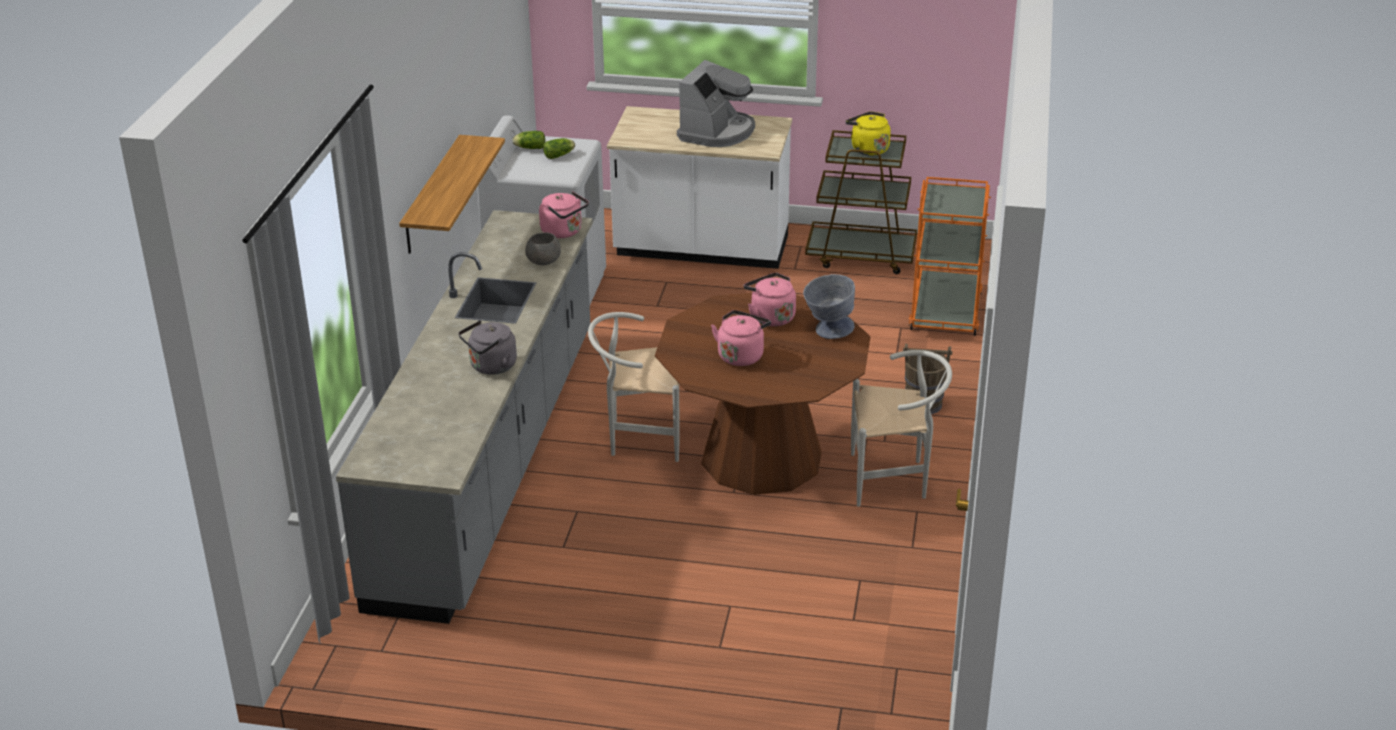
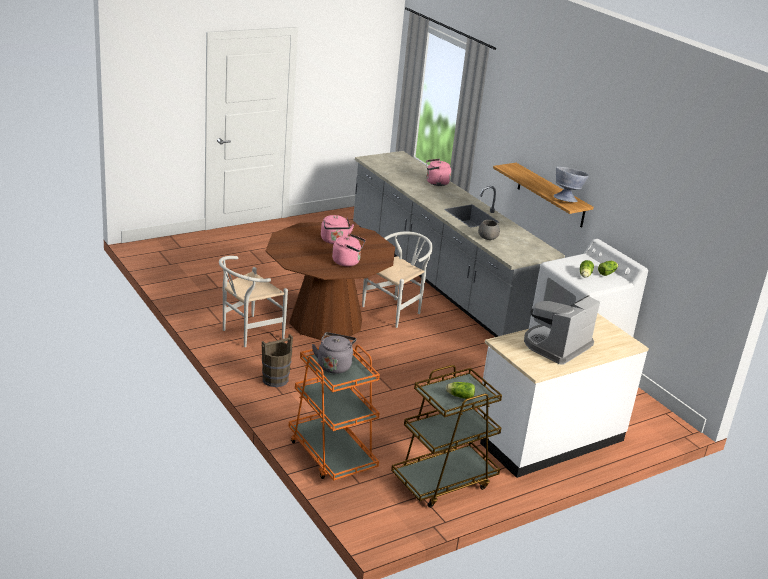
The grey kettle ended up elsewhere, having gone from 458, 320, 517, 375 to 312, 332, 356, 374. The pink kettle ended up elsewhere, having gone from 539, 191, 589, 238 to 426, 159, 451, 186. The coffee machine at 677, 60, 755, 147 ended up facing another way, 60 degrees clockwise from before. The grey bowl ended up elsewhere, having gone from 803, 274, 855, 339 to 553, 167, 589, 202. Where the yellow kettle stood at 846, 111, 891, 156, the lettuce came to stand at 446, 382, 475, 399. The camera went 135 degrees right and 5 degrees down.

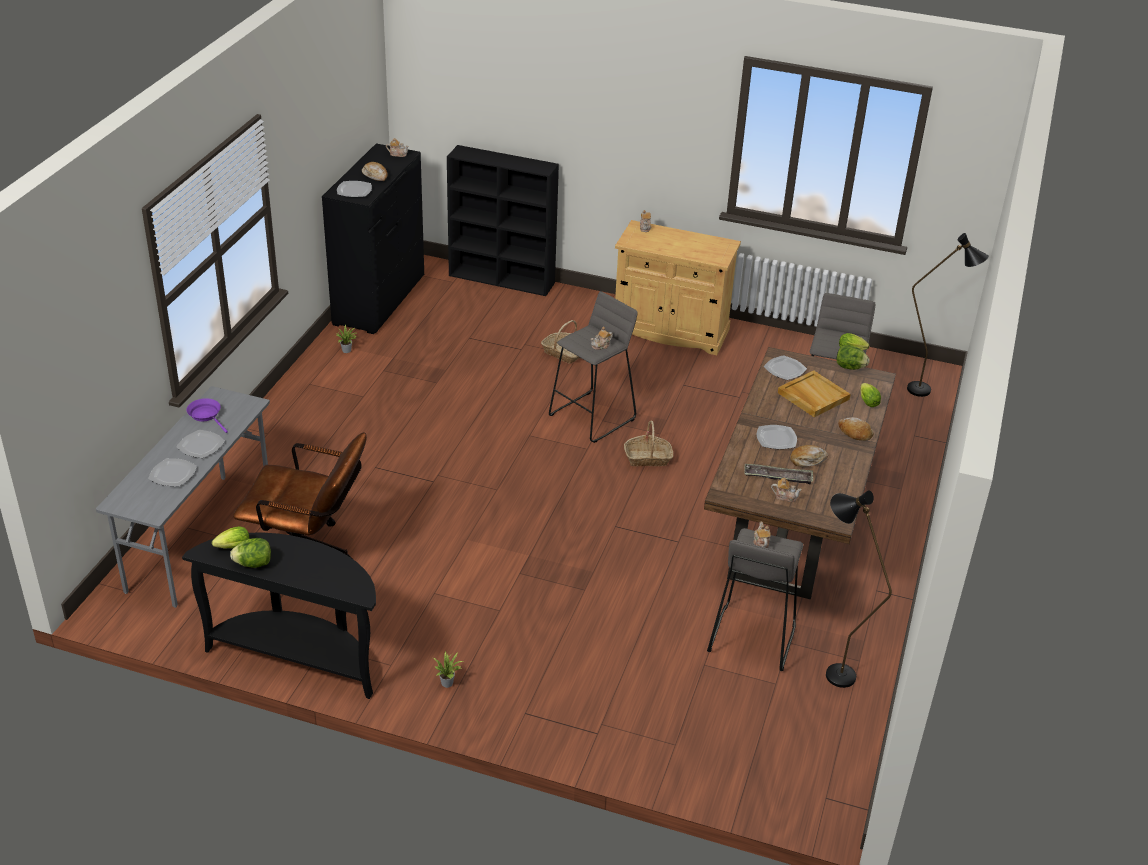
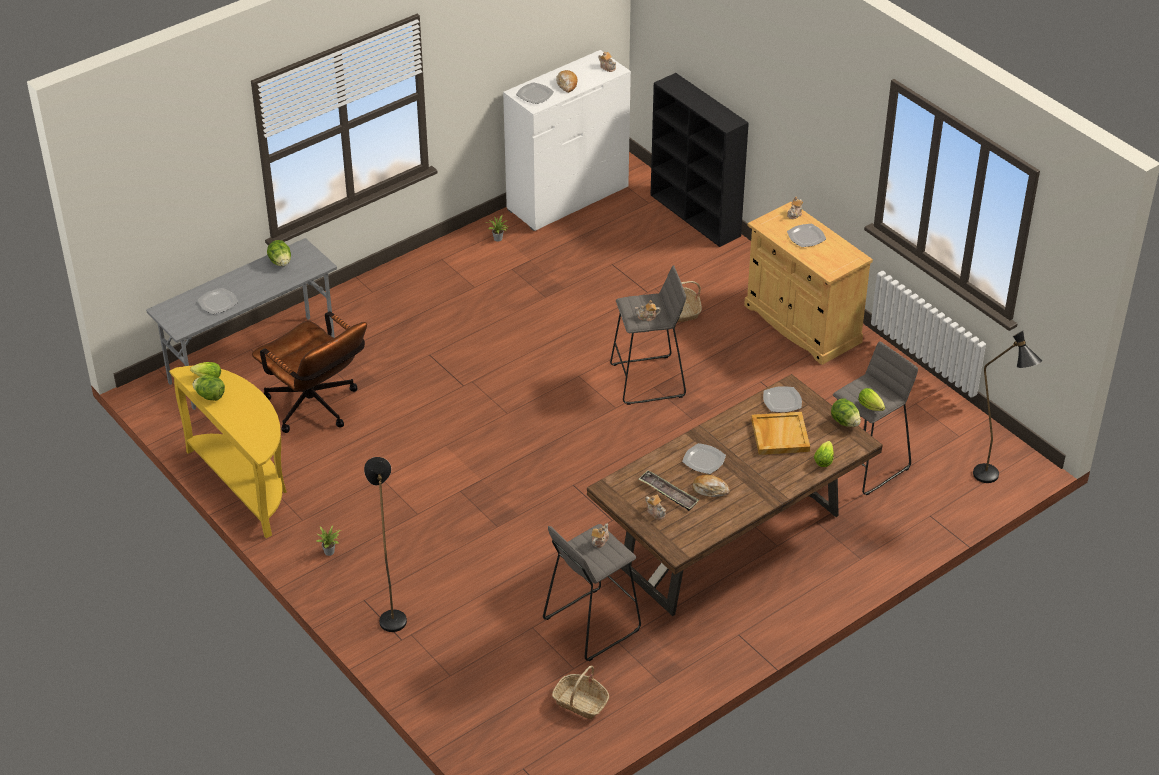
The plate ended up elsewhere, having gone from 176, 430, 225, 458 to 787, 224, 826, 247. What was the black console table at 182, 533, 376, 699 turned into the yellow console table at 169, 365, 287, 538. Where the purple frying pan stood at 186, 398, 228, 433, the lettuce came to stand at 267, 240, 291, 266. What was the black dresser at 322, 143, 424, 334 turned into the white dresser at 503, 50, 631, 231. The basket ended up elsewhere, having gone from 624, 421, 673, 467 to 552, 665, 609, 719. The black floor lamp ended up elsewhere, having gone from 826, 490, 892, 688 to 364, 457, 407, 632. The second view lost the bread at 838, 417, 873, 441. The camera went 35 degrees right and 5 degrees up.

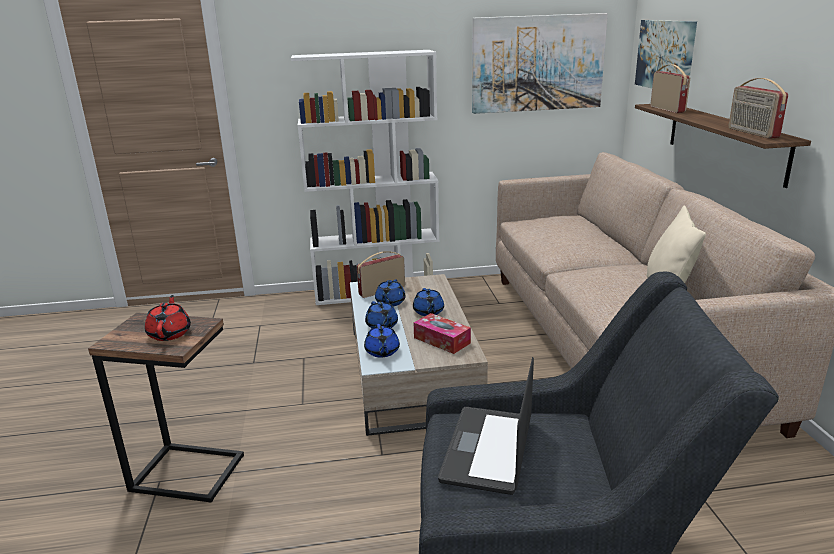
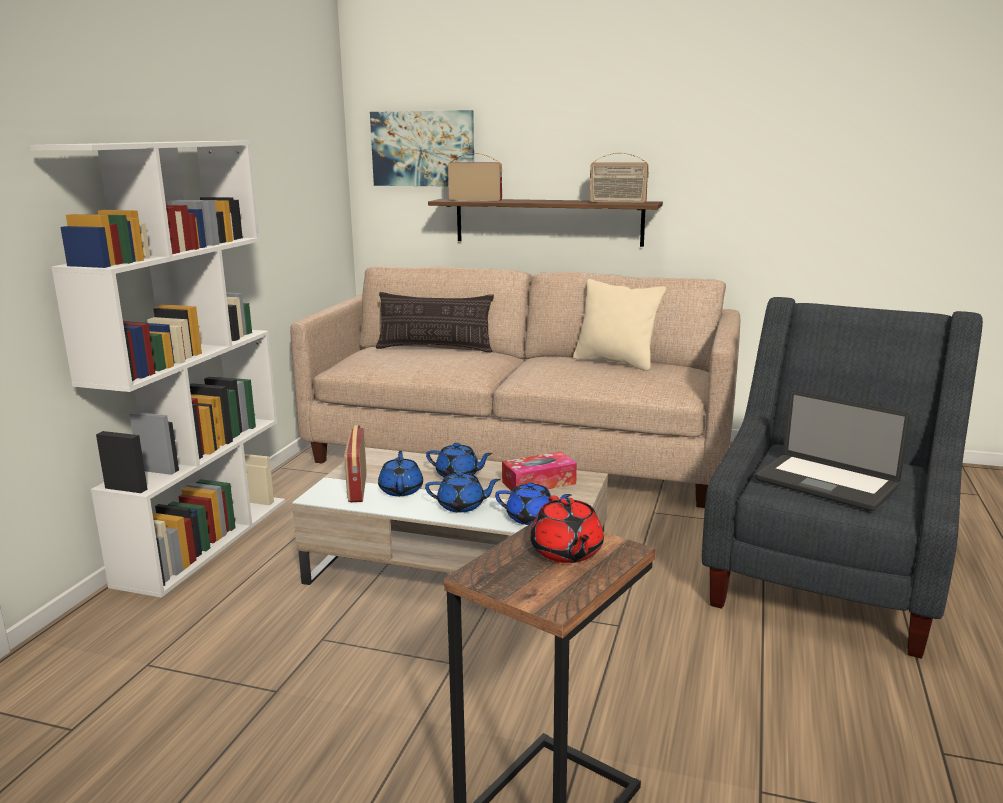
The red teapot at 145, 295, 191, 341 ended up facing another way, 120 degrees counterclockwise from before. The blue teapot at 375, 279, 405, 307 ended up facing another way, 135 degrees counterclockwise from before. The second view lost the picture at 472, 13, 608, 114. The second view gained the pillow at 376, 292, 494, 352. The camera went 65 degrees left and 5 degrees down.

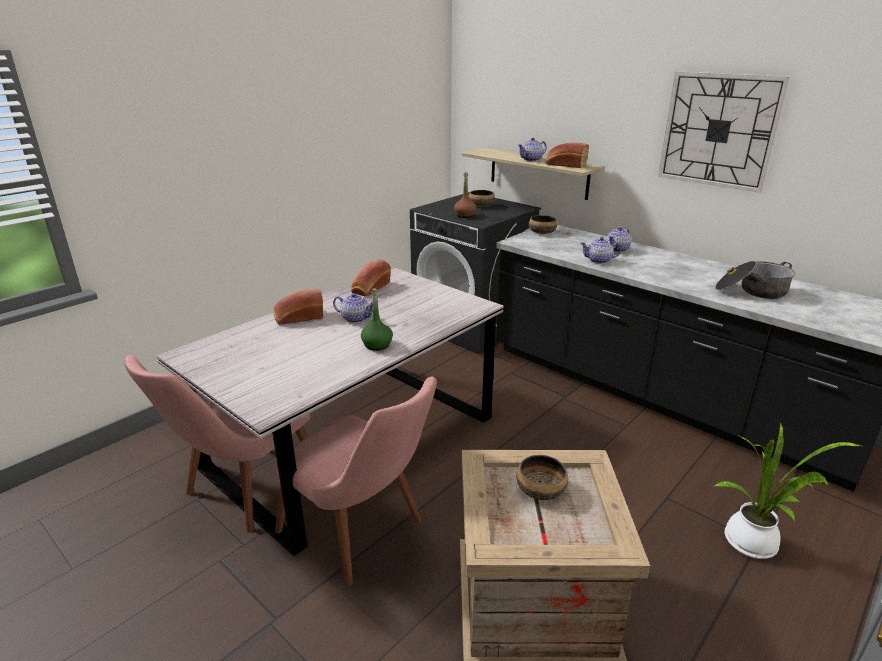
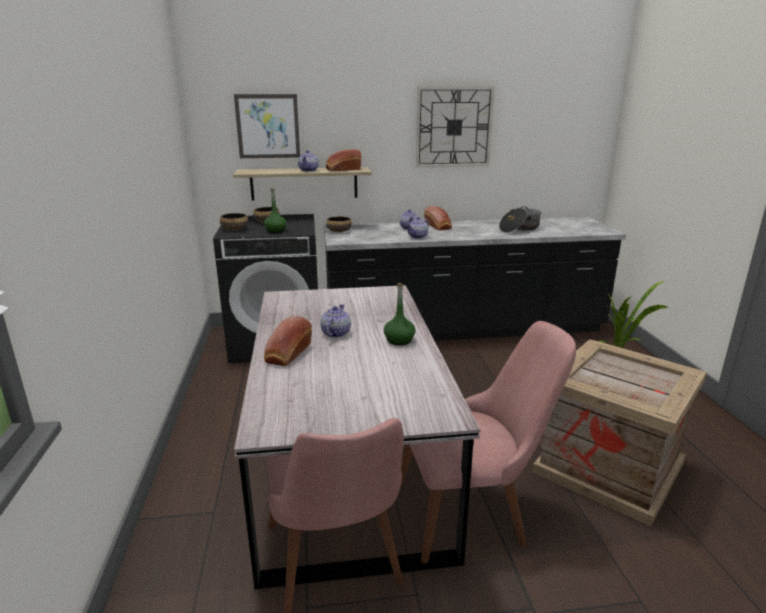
The teapot at 333, 293, 372, 323 ended up facing another way, 45 degrees counterclockwise from before. The bread ended up elsewhere, having gone from 351, 259, 391, 296 to 424, 206, 452, 230. What was the brown bottle at 454, 172, 476, 218 turned into the green bottle at 264, 188, 287, 233. The bowl ended up elsewhere, having gone from 516, 455, 568, 500 to 220, 213, 248, 230. The second view gained the picture at 234, 94, 300, 158. The camera went 50 degrees left and 5 degrees down.

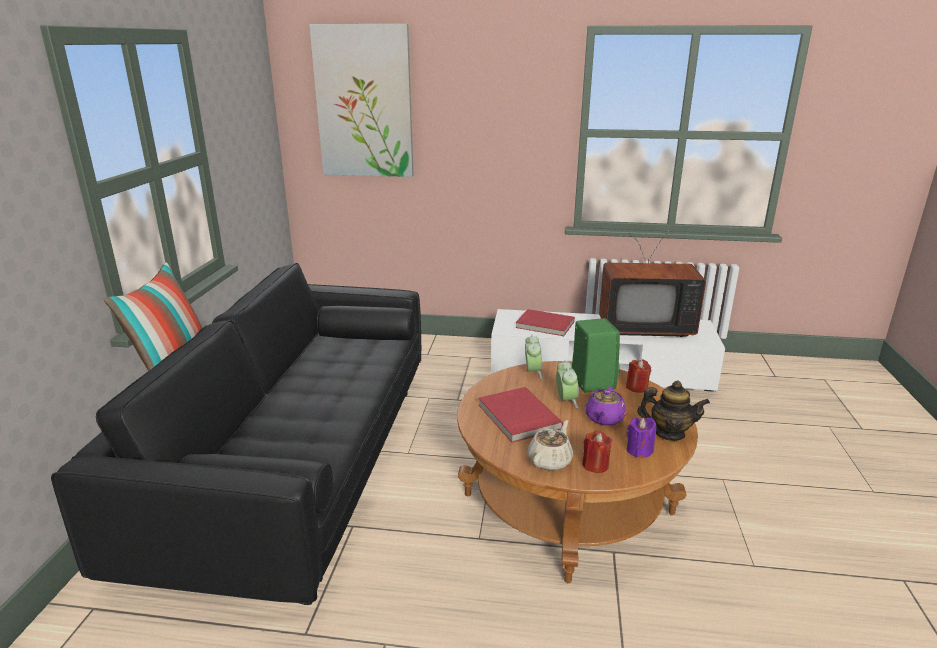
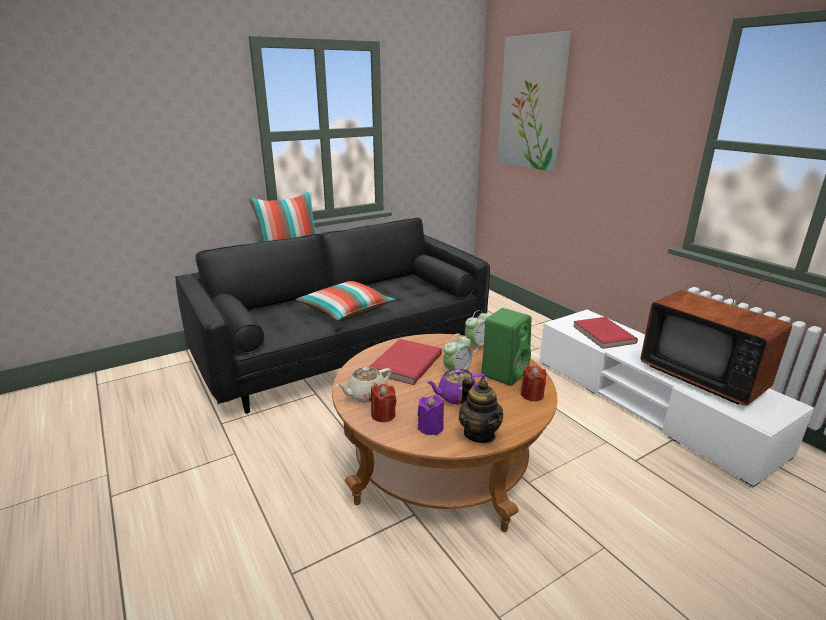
The beige teapot at 528, 420, 573, 471 ended up facing another way, 150 degrees clockwise from before. The second view gained the pillow at 296, 281, 395, 321. The camera went 50 degrees right and 0 degrees up.

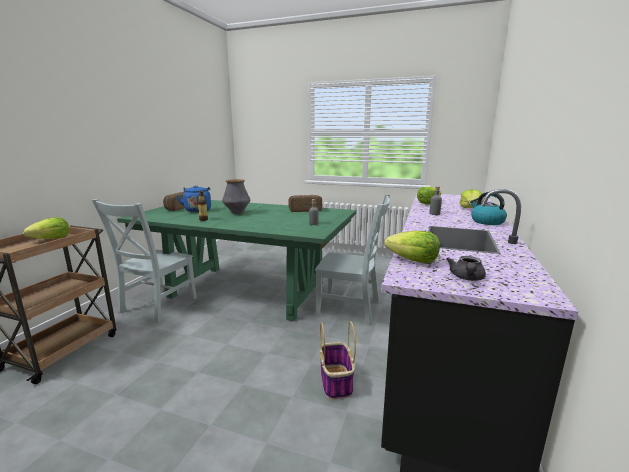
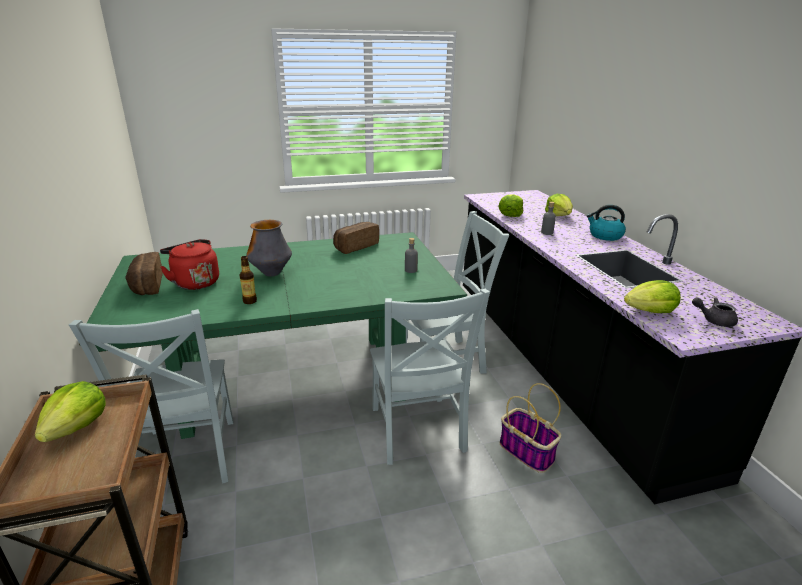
What was the blue kettle at 177, 185, 211, 212 turned into the red kettle at 160, 239, 219, 290. The grey teapot at 446, 256, 486, 281 ended up facing another way, 120 degrees clockwise from before. The second view gained the grey chair at 370, 289, 490, 465. The camera went 35 degrees left and 10 degrees up.

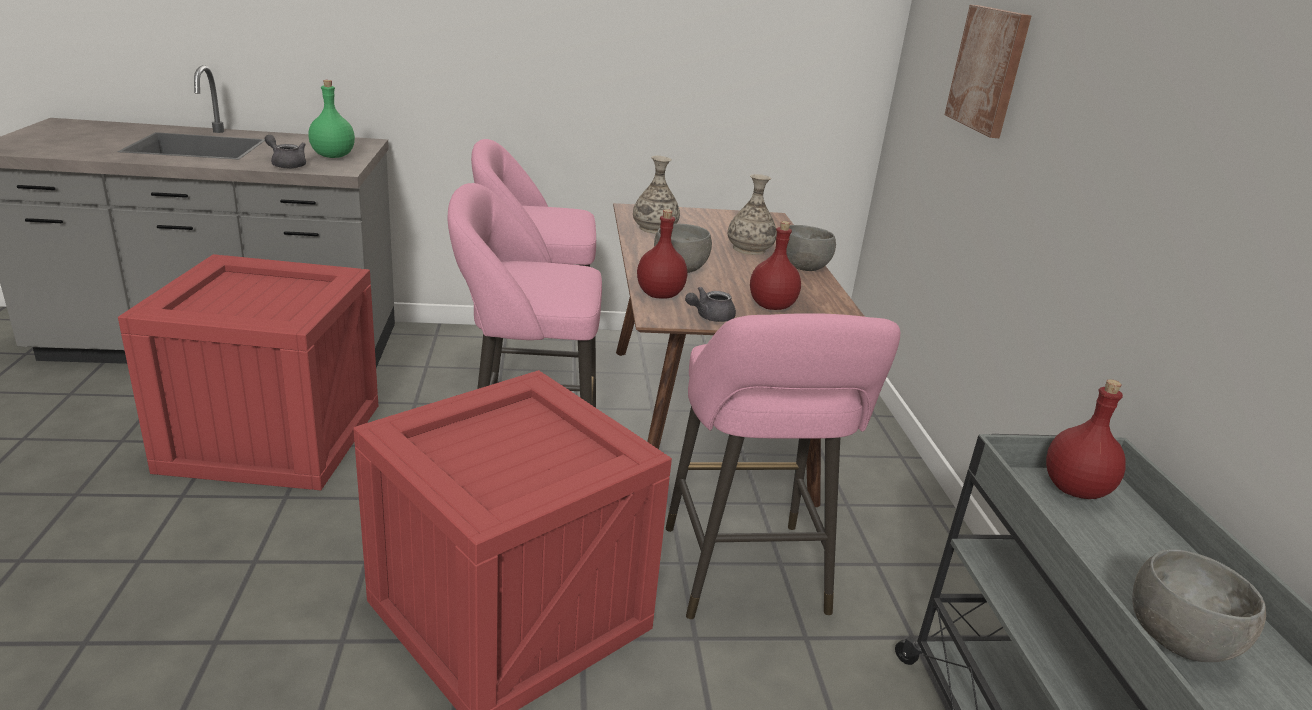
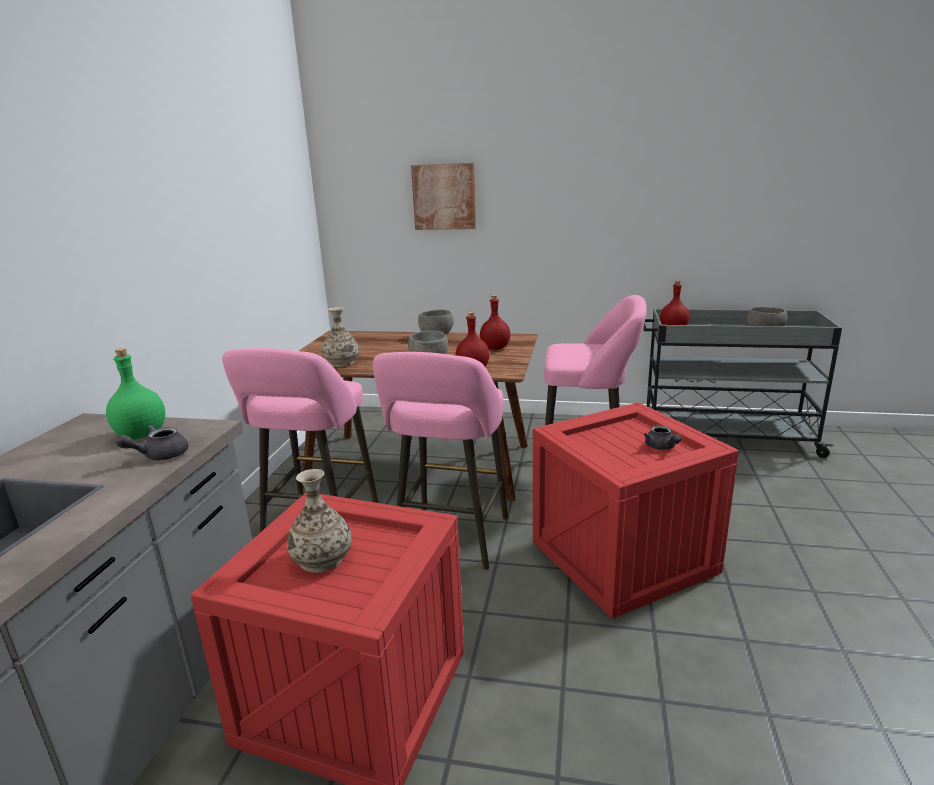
The grey teapot ended up elsewhere, having gone from 685, 287, 736, 322 to 644, 425, 681, 450. The vase ended up elsewhere, having gone from 728, 174, 777, 255 to 287, 469, 352, 573. The camera went 70 degrees left and 5 degrees down.

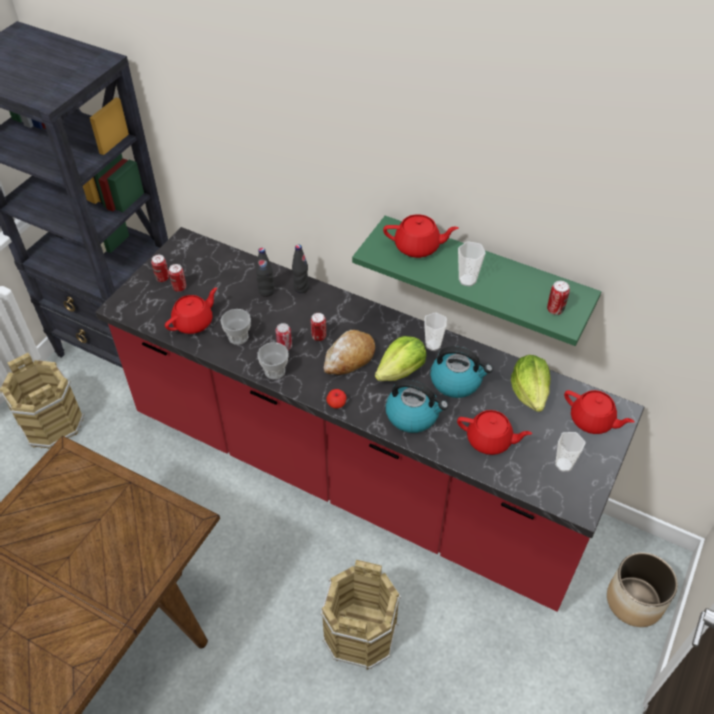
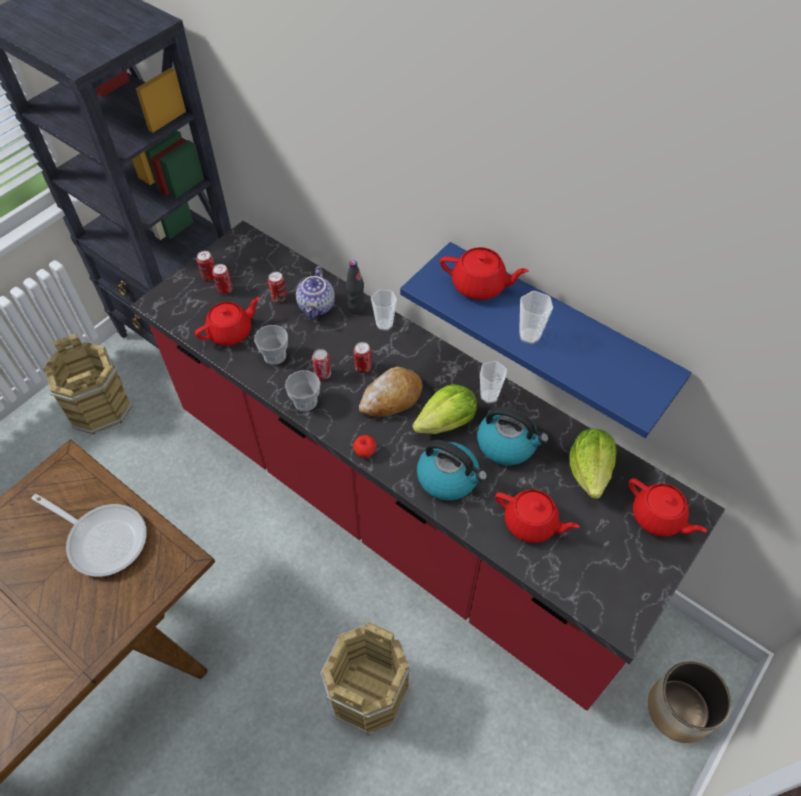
Where the black bottle stood at 256, 248, 274, 297, the teapot came to stand at 296, 266, 335, 318. What was the green shelf at 352, 216, 601, 346 turned into the blue shelf at 400, 242, 692, 438. The can ended up elsewhere, having gone from 547, 281, 570, 315 to 268, 272, 287, 302. The cup ended up elsewhere, having gone from 555, 432, 586, 472 to 371, 289, 397, 331. The second view gained the frying pan at 32, 494, 147, 577. The camera went 10 degrees right and 5 degrees up.

